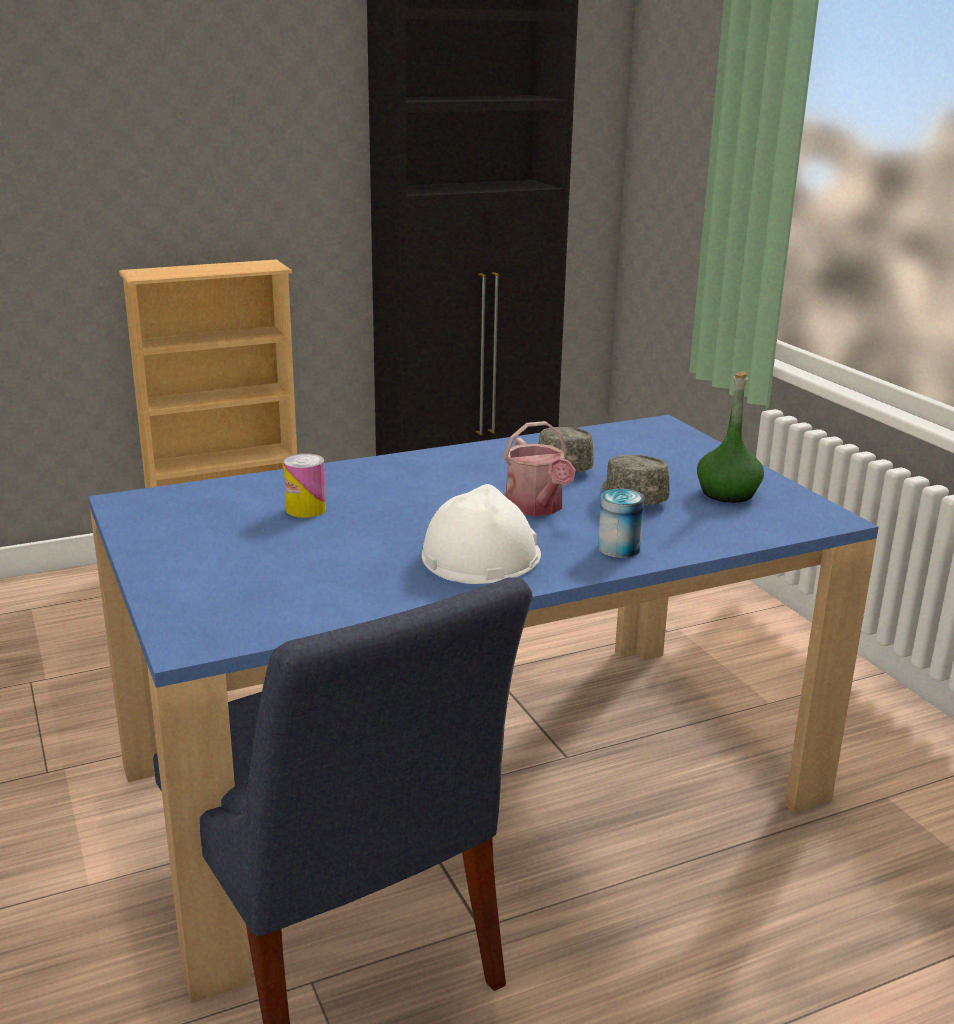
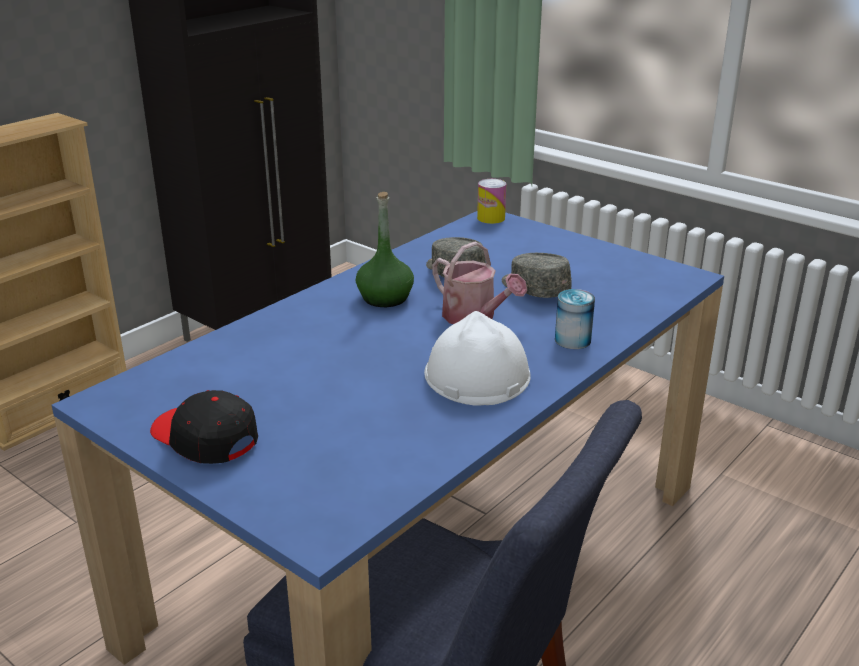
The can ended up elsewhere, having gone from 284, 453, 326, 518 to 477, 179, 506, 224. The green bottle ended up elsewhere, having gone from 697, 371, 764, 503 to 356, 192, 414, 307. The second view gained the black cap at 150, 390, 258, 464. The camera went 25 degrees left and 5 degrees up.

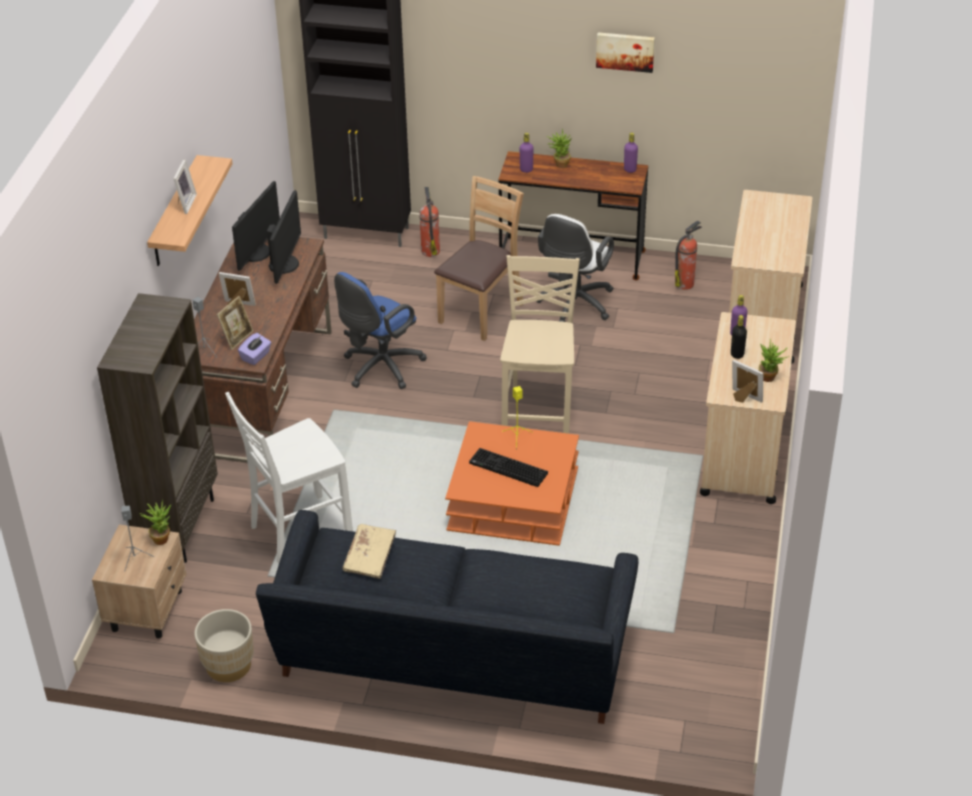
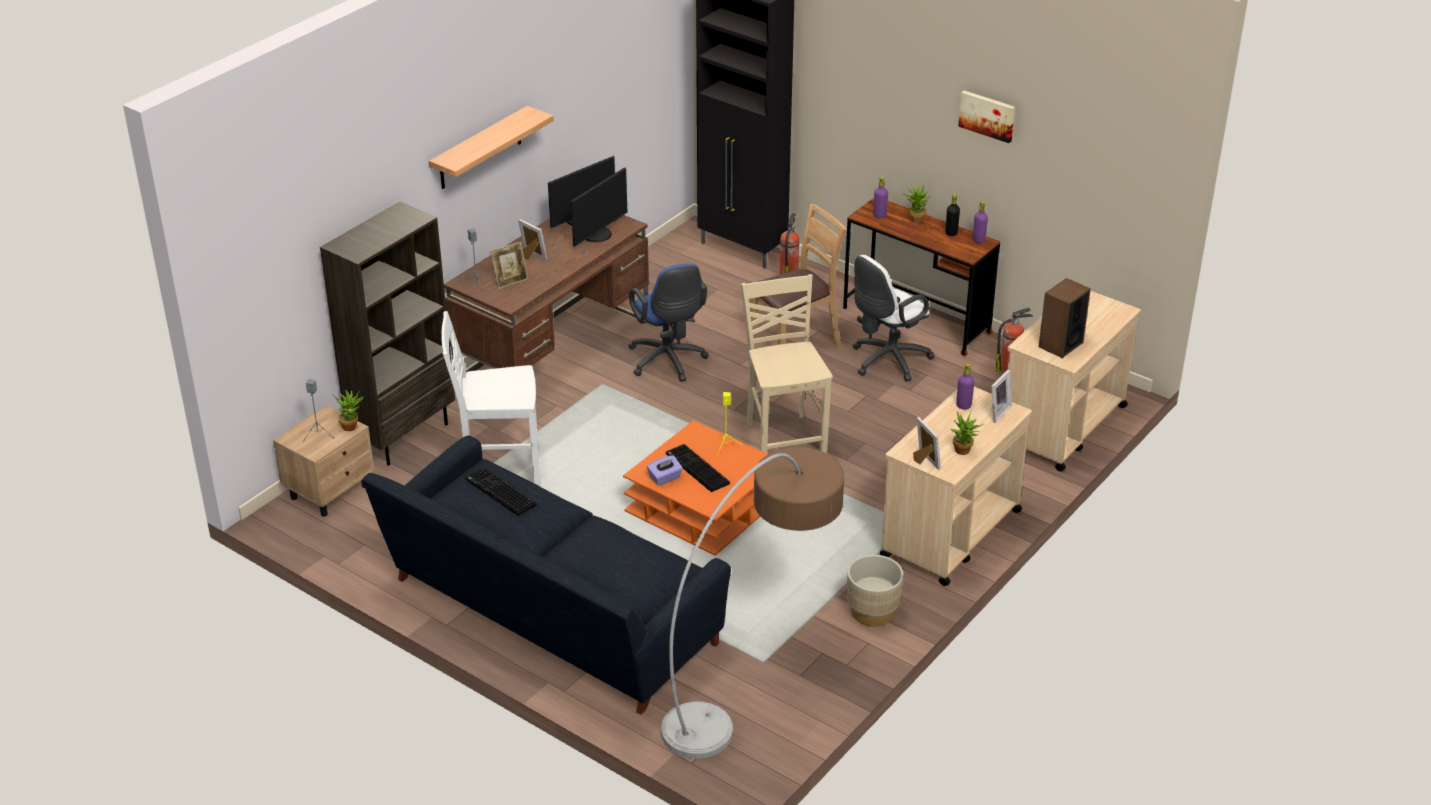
The picture frame ended up elsewhere, having gone from 174, 159, 197, 214 to 991, 370, 1012, 423. The beige planter ended up elsewhere, having gone from 194, 609, 254, 682 to 847, 555, 903, 627. The purple tissue box ended up elsewhere, having gone from 238, 333, 271, 365 to 647, 455, 683, 486. The blue office chair at 334, 272, 427, 389 ended up facing another way, 90 degrees counterclockwise from before. Where the beige book stood at 342, 524, 396, 579, the keyboard came to stand at 465, 467, 537, 516. The beige chair at 500, 255, 580, 434 ended up facing another way, 45 degrees counterclockwise from before. The black bottle ended up elsewhere, having gone from 731, 315, 747, 359 to 946, 194, 960, 236. The second view gained the floor lamp at 661, 447, 844, 759. The second view gained the speaker at 1039, 278, 1091, 358. The camera went 25 degrees right and 5 degrees down.

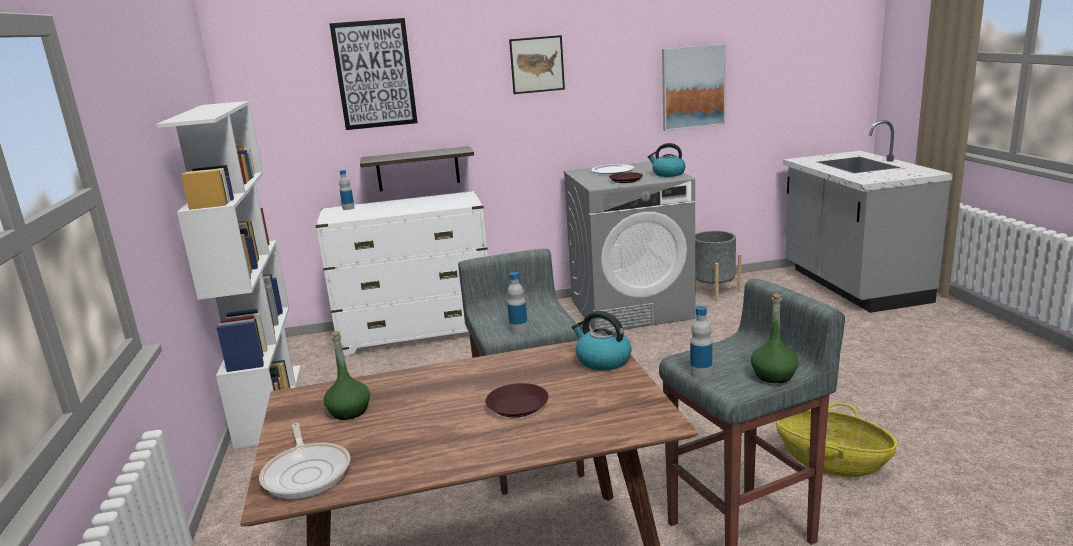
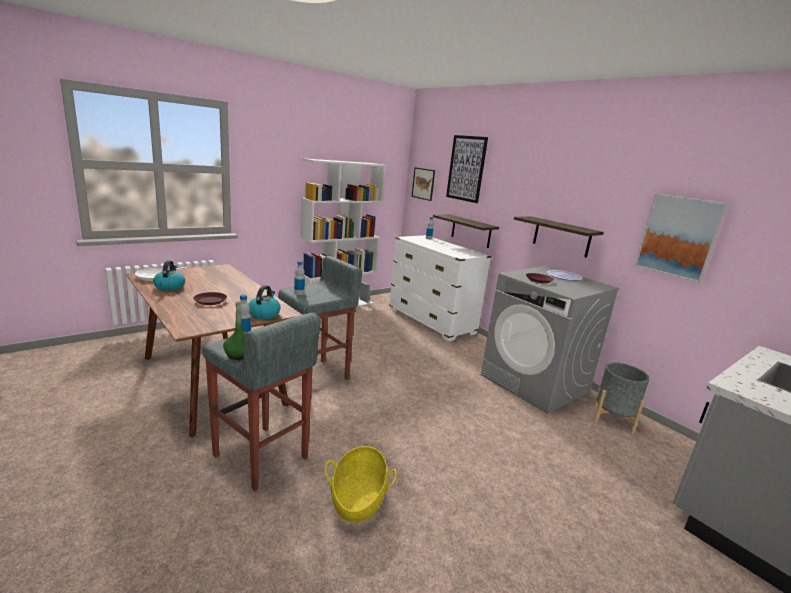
The second view lost the green bottle at 324, 331, 370, 420. The picture ended up elsewhere, having gone from 509, 35, 565, 94 to 411, 167, 435, 201. The kettle ended up elsewhere, having gone from 648, 143, 685, 177 to 153, 260, 185, 291. The second view gained the shelf at 514, 216, 604, 258. The camera went 60 degrees right and 0 degrees up.

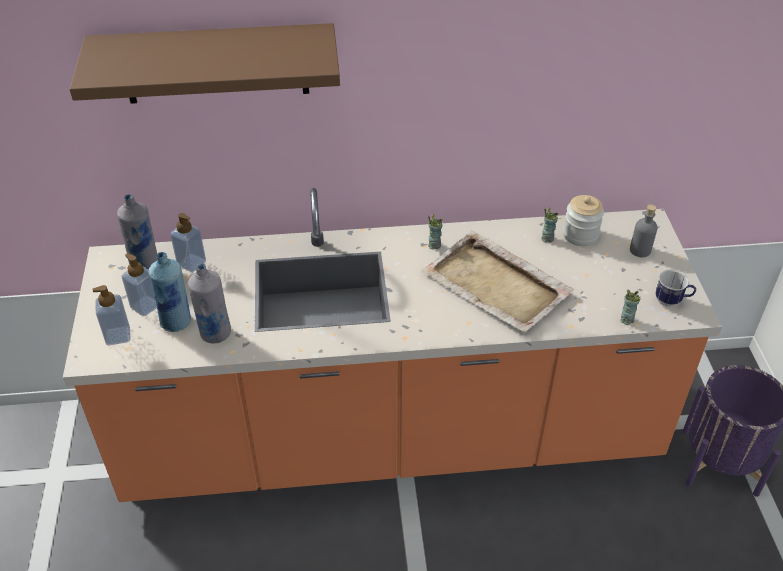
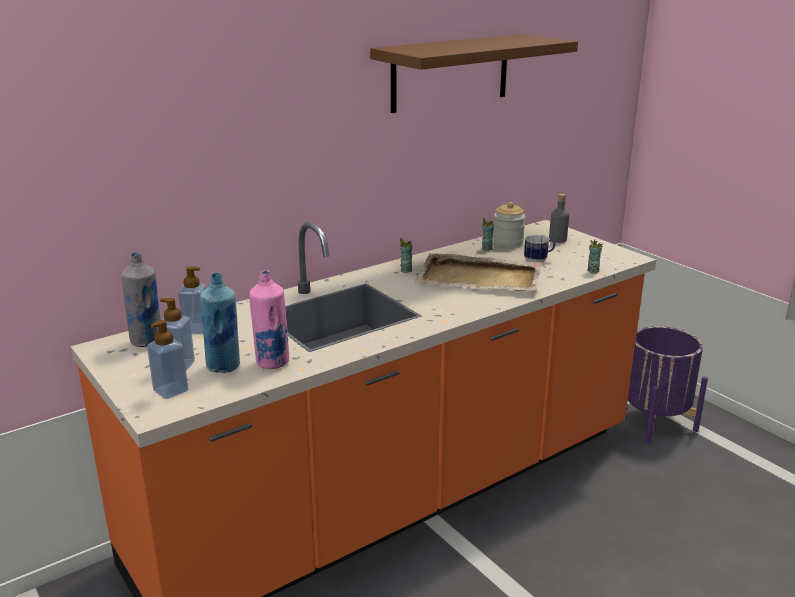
The brown shelf ended up elsewhere, having gone from 70, 23, 340, 104 to 370, 34, 578, 113. What was the grey bottle at 188, 264, 231, 344 turned into the pink bottle at 249, 270, 289, 369. The mug ended up elsewhere, having gone from 655, 269, 696, 307 to 524, 234, 556, 263. The camera went 30 degrees left and 20 degrees down.

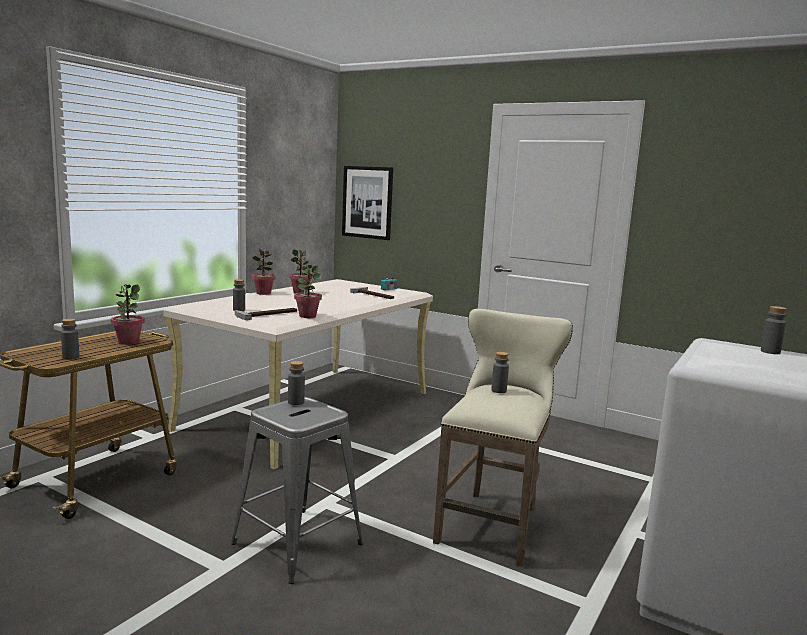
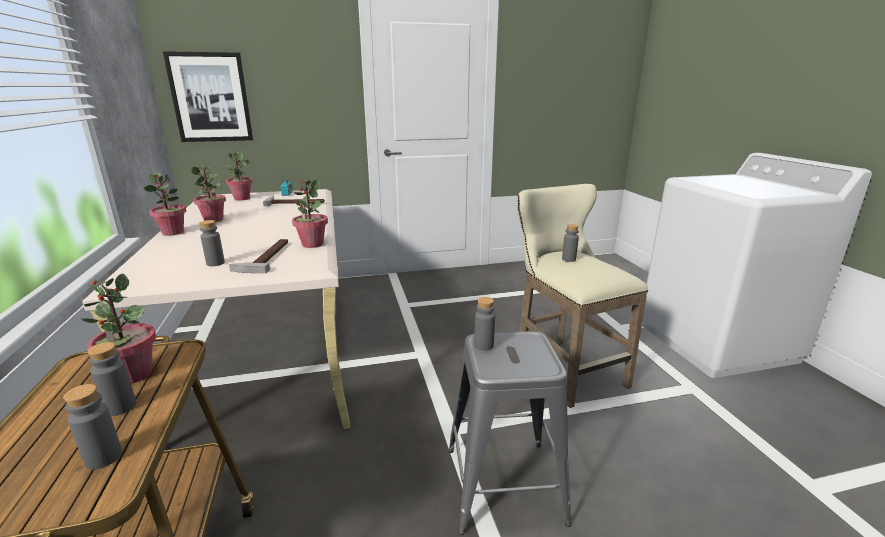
The grey bottle ended up elsewhere, having gone from 761, 306, 787, 354 to 87, 342, 136, 416. The second view gained the potted plant at 226, 152, 253, 201. The camera went 45 degrees left and 10 degrees up.

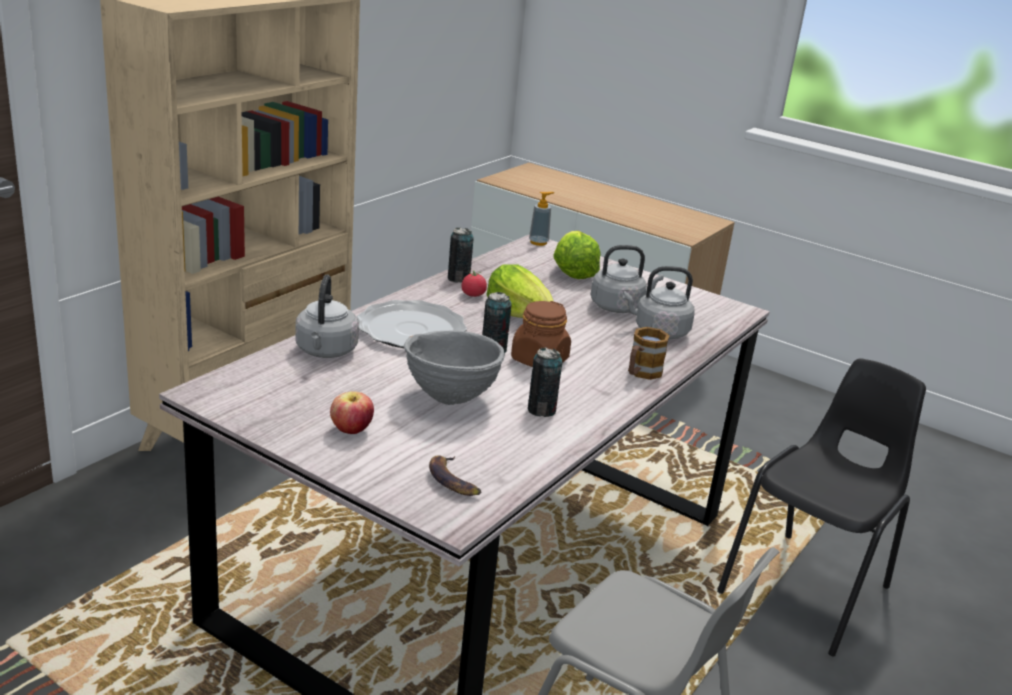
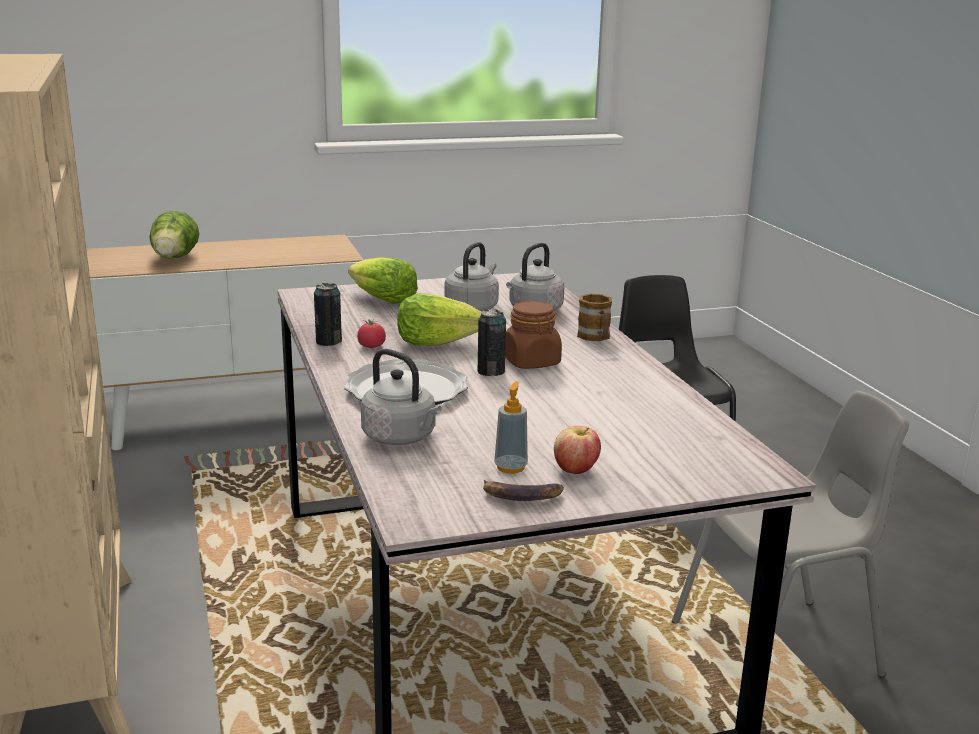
The second view lost the grey bowl at 404, 330, 505, 405. The banana ended up elsewhere, having gone from 429, 455, 482, 496 to 483, 480, 564, 501. The second view lost the can at 528, 347, 562, 417. The soap dispenser ended up elsewhere, having gone from 529, 192, 554, 246 to 494, 381, 528, 474. The second view gained the lettuce at 149, 211, 199, 258. The camera went 50 degrees left and 5 degrees down.

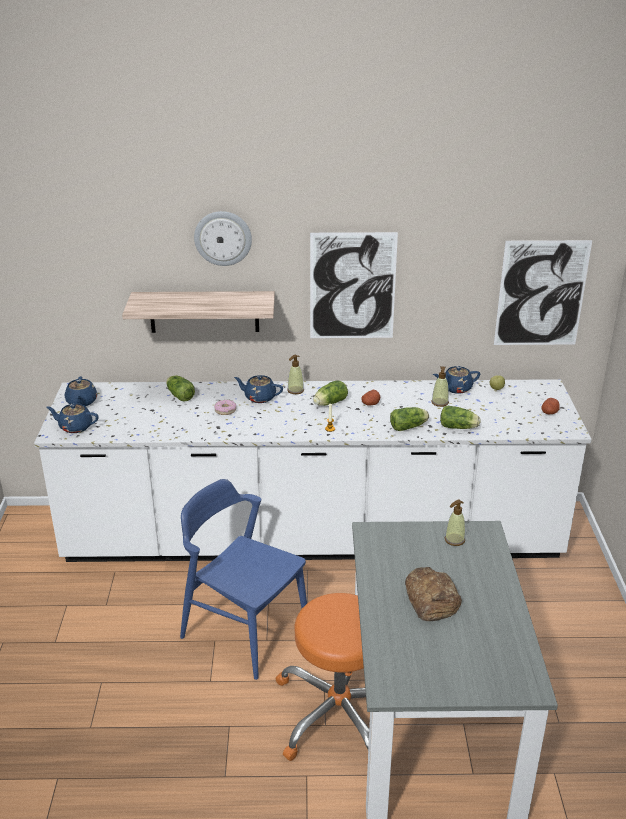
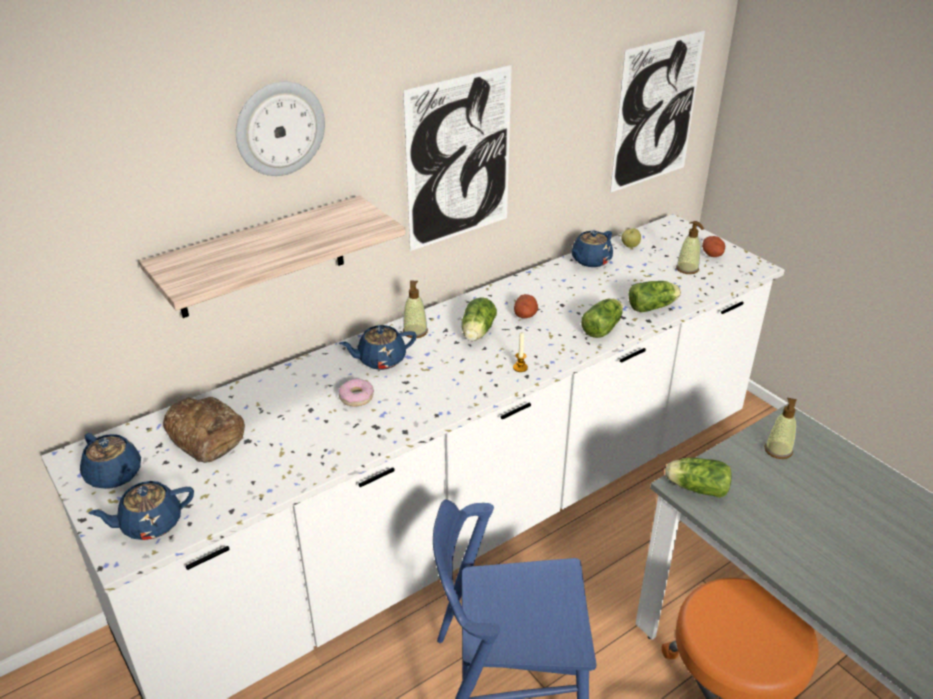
The lettuce ended up elsewhere, having gone from 166, 375, 195, 401 to 665, 458, 732, 498. The bread ended up elsewhere, having gone from 405, 567, 462, 621 to 163, 397, 245, 463. The soap dispenser ended up elsewhere, having gone from 431, 366, 449, 407 to 676, 221, 704, 274. The camera went 35 degrees left and 5 degrees up.

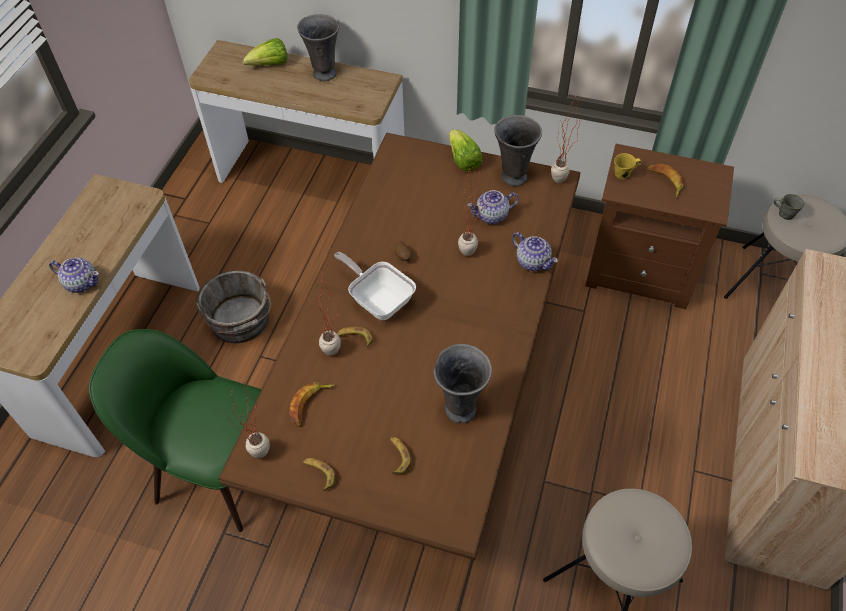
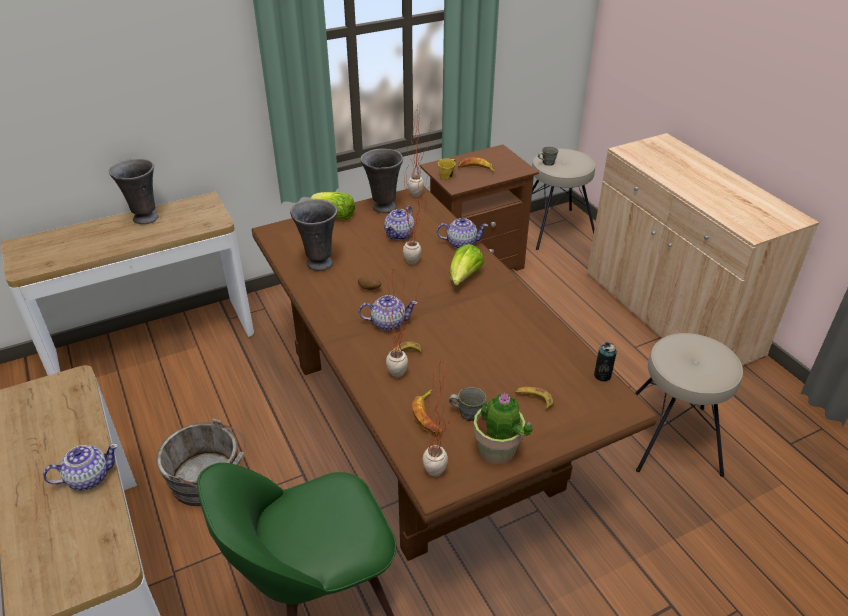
The lettuce ended up elsewhere, having gone from 243, 38, 287, 65 to 450, 244, 484, 285. Where the banana stood at 303, 458, 336, 491, the potted plant came to stand at 473, 393, 533, 464. Where the frying pan stood at 334, 252, 416, 320, the teapot came to stand at 359, 295, 417, 331. The grey vase ended up elsewhere, having gone from 433, 344, 492, 423 to 290, 199, 337, 271. The second view gained the grey mug at 449, 387, 486, 421. The second view gained the can at 594, 342, 617, 382. The camera went 45 degrees left and 15 degrees down.

